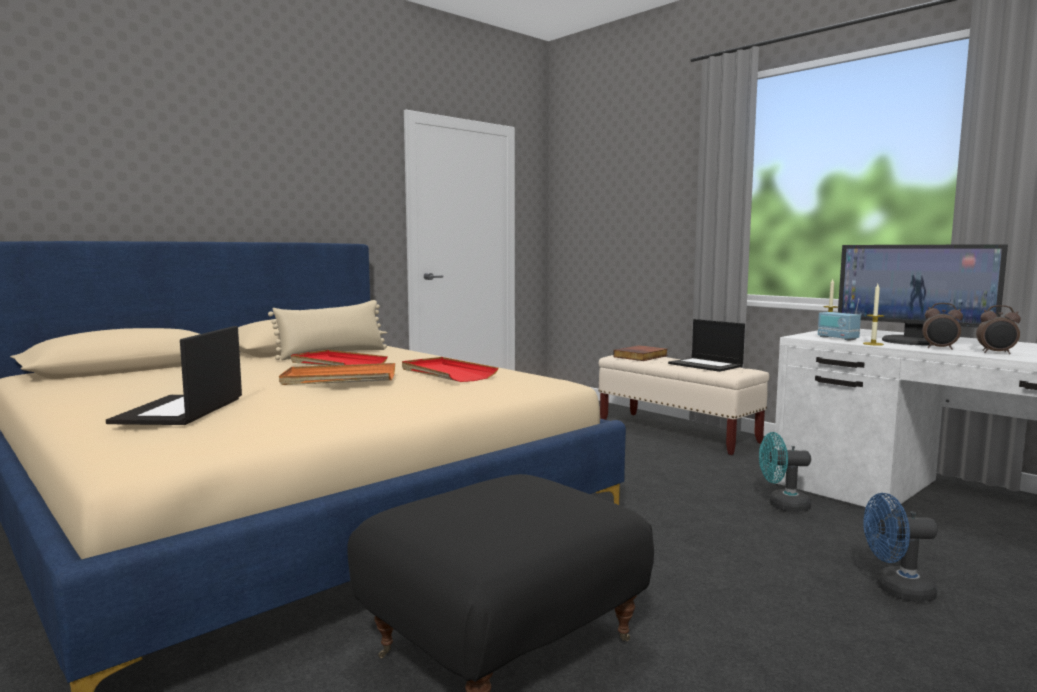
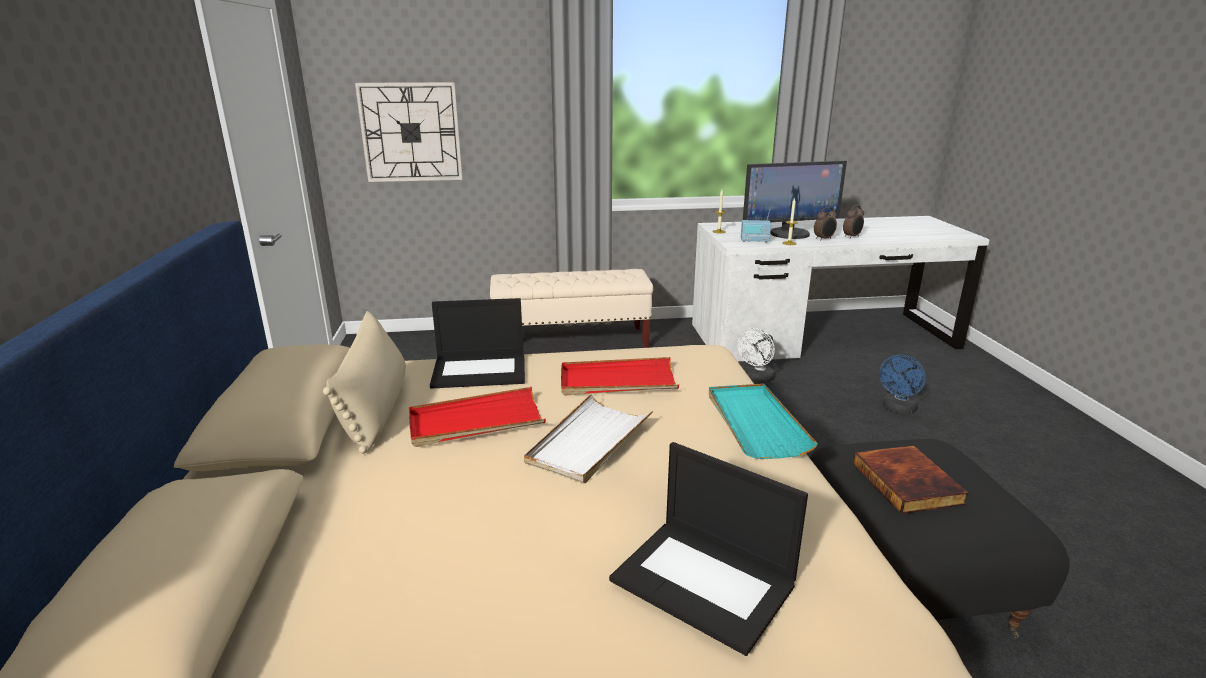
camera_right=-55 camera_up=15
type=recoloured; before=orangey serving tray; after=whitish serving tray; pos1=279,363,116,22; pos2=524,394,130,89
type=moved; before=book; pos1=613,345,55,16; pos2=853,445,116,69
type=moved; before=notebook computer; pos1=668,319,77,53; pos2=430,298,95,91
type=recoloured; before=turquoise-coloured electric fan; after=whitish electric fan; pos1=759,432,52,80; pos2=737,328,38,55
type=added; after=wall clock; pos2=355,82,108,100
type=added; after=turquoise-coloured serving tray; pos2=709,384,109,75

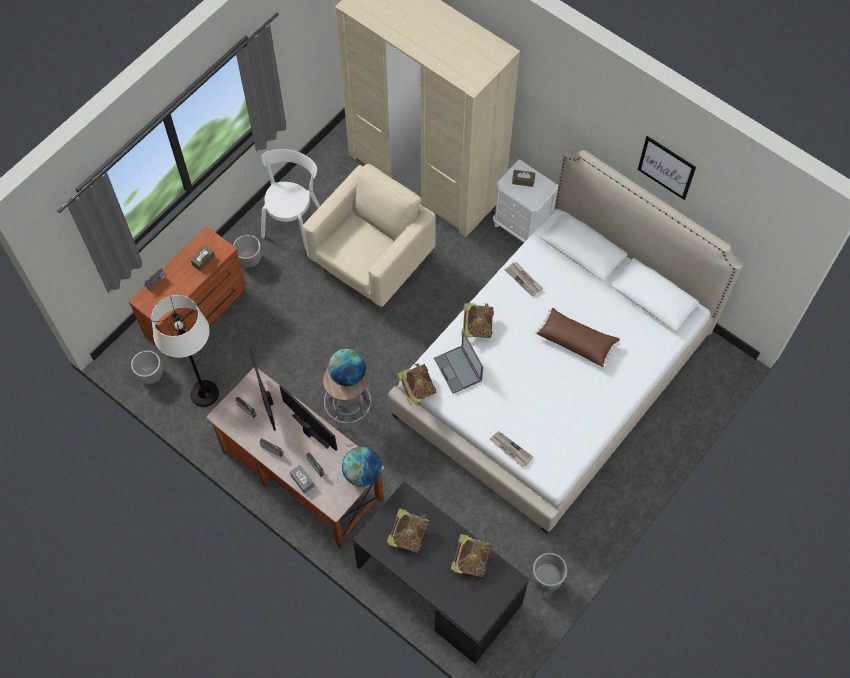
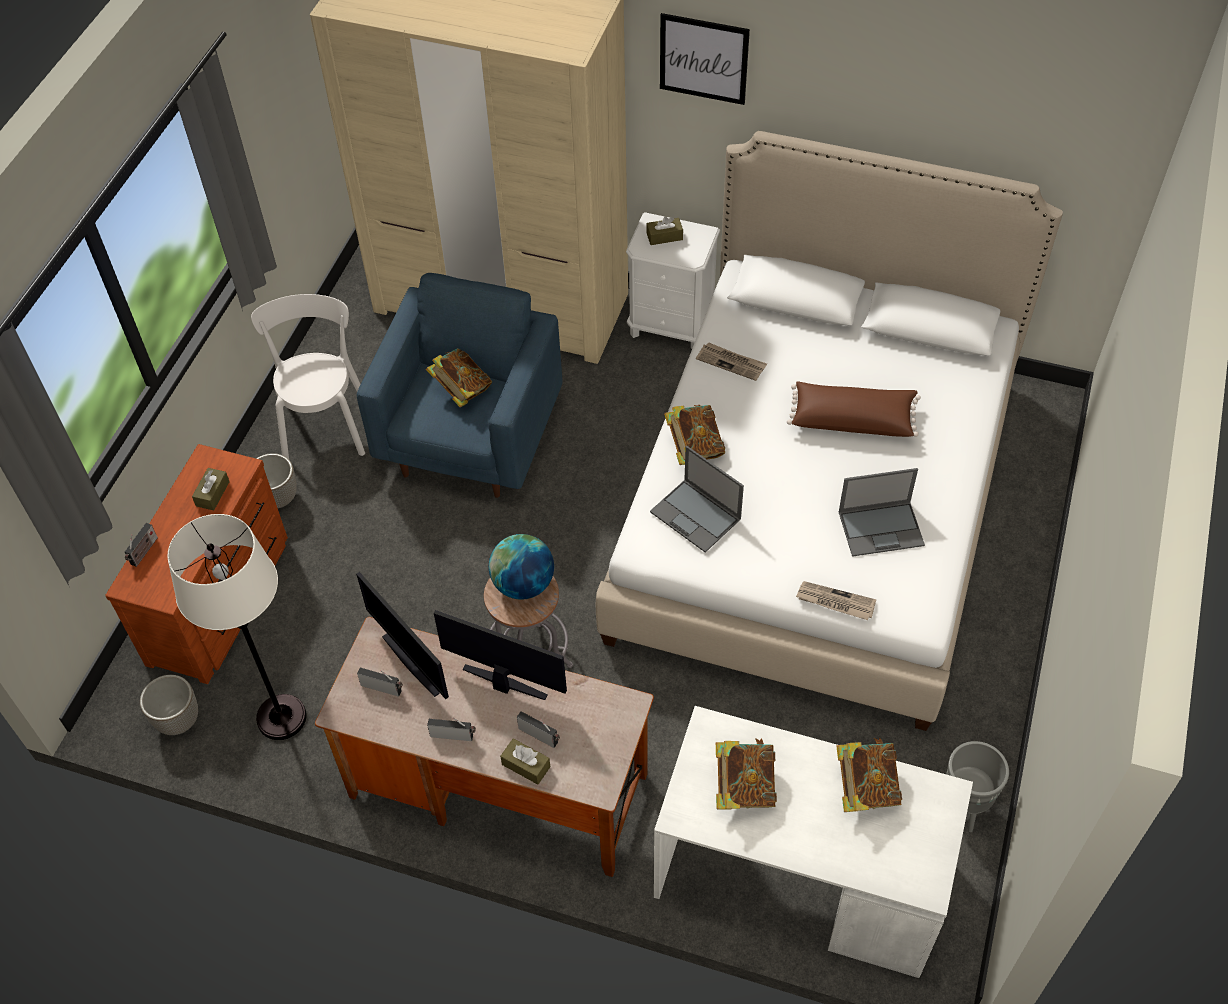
camera_right=-20 camera_up=-10
type=recoloured; before=gray box of tissues; after=brownish box of tissues; pos1=290,465,25,28; pos2=500,738,50,46
type=recoloured; before=sand-coloured easy chair; after=blue-coloured easy chair; pos1=303,164,133,143; pos2=357,273,206,225
type=removed; before=world globe; pos1=342,447,40,40
type=recoloured; before=black-coloured desk table; after=whitish desk table; pos1=353,482,176,182; pos2=654,706,319,272
type=moved; before=book; pos1=397,363,40,42; pos2=426,348,66,60
type=moved; before=picture; pos1=638,136,58,64; pos2=660,13,90,92
type=added; after=notebook computer; pos2=839,468,86,89

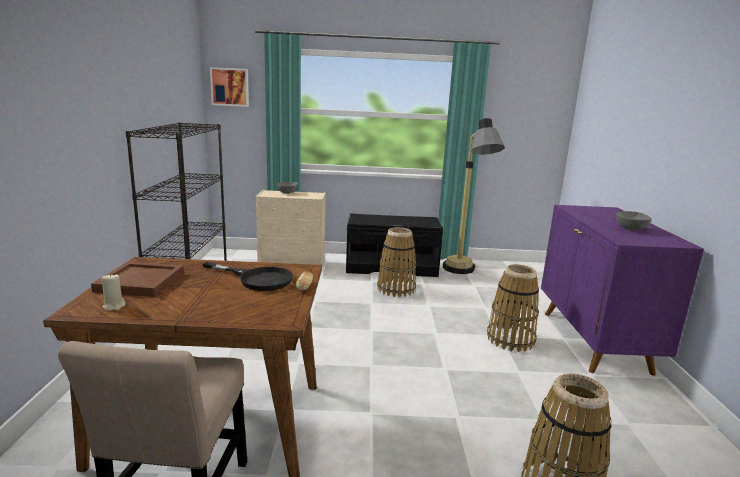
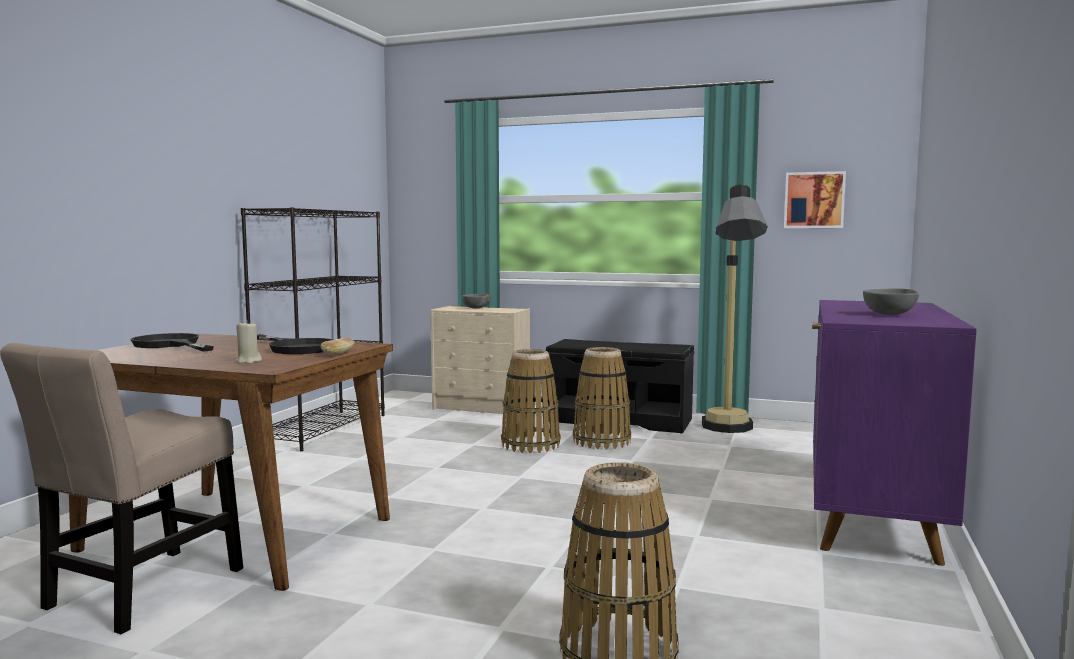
camera_right=20 camera_up=-10
type=replaced; before=brownish serving tray; after=black-coloured skillet; pos1=91,262,93,35; pos2=130,333,84,19
type=moved; before=sand-coloured candle; pos1=101,273,25,38; pos2=236,320,26,44
type=moved; before=picture; pos1=210,67,39,40; pos2=784,171,62,57
type=moved; before=basket; pos1=487,264,52,88; pos2=501,349,60,104

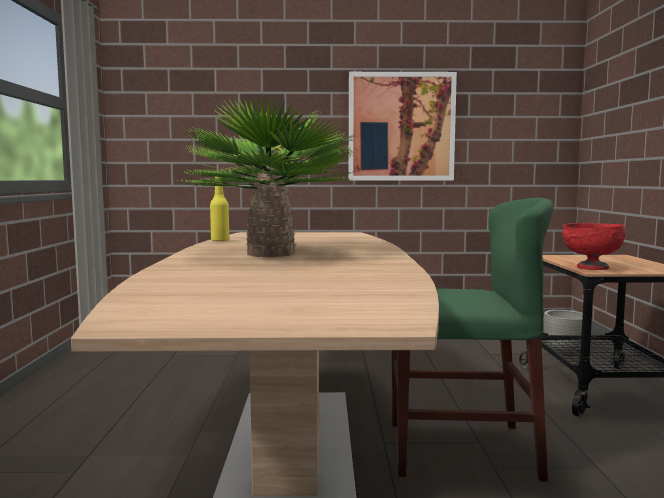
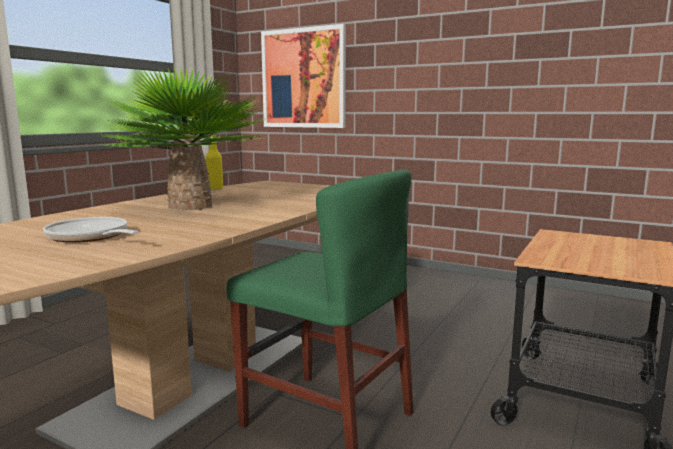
camera_right=30 camera_up=5
type=moved; before=picture; pos1=349,72,108,108; pos2=261,24,85,104
type=removed; before=gray flower pot; pos1=544,310,39,45
type=removed; before=red serving bowl; pos1=562,223,64,47
type=added; after=skillet; pos2=43,217,96,26

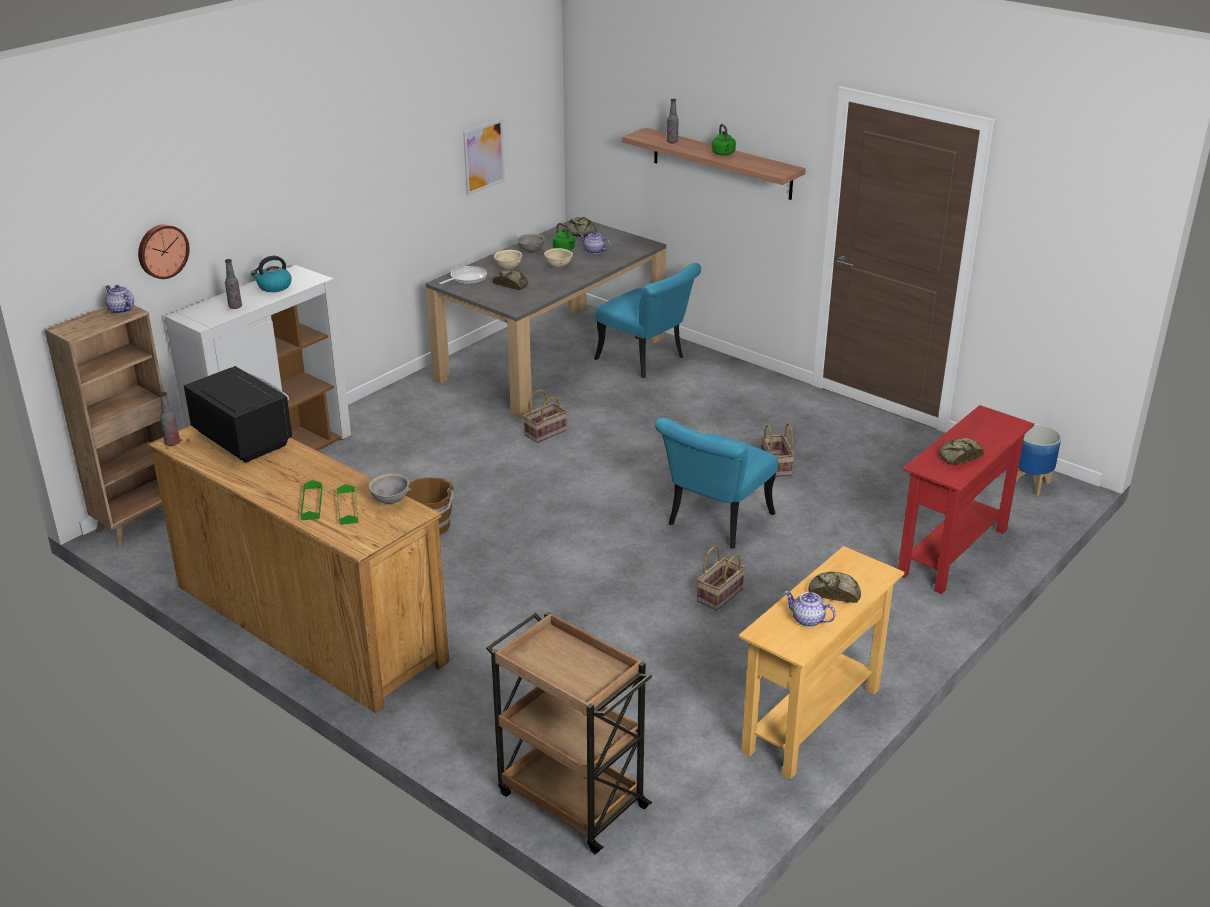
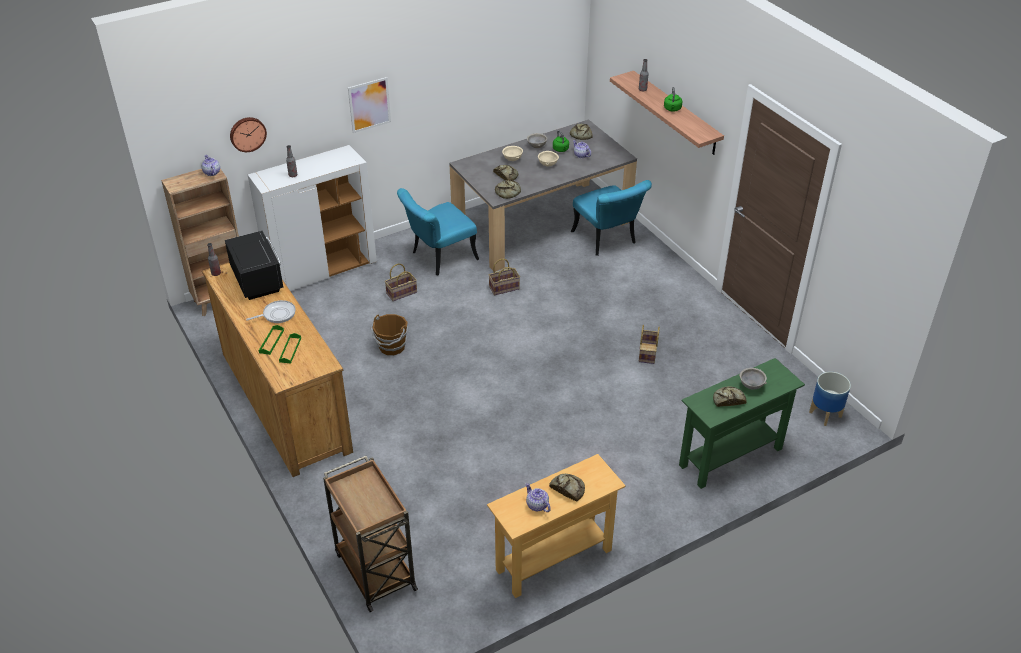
camera_right=20 camera_up=10
type=removed; before=kettle; pos1=251,256,41,36
type=moved; before=gray serving bowl; pos1=368,473,43,31; pos2=739,368,28,22
type=moved; before=skillet; pos1=439,266,48,18; pos2=246,300,50,23
type=moved; before=picture; pos1=463,119,42,76; pos2=348,77,43,56
type=moved; before=turquoise-coloured plain chair; pos1=655,418,123,131; pos2=397,188,82,87
type=moved; before=basket; pos1=697,545,48,66; pos2=385,264,32,37
type=recoloured; before=red hall table; after=greenish hall table; pos1=898,405,136,189; pos2=679,358,126,131
type=added; after=baked bread; pos2=495,180,26,19

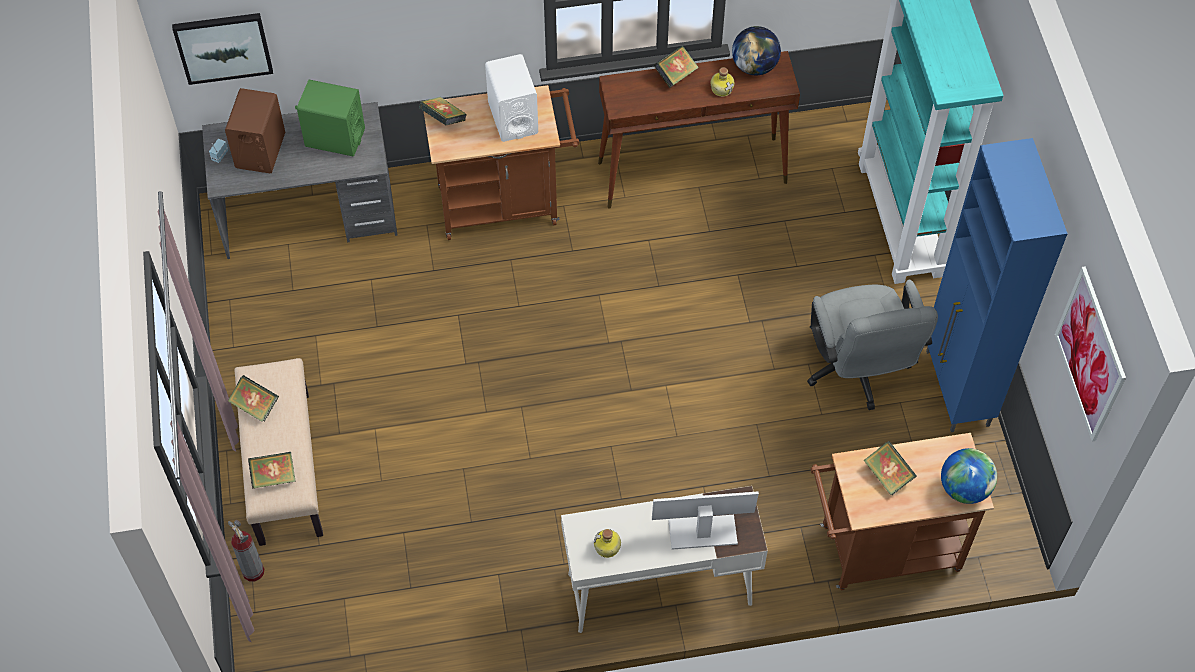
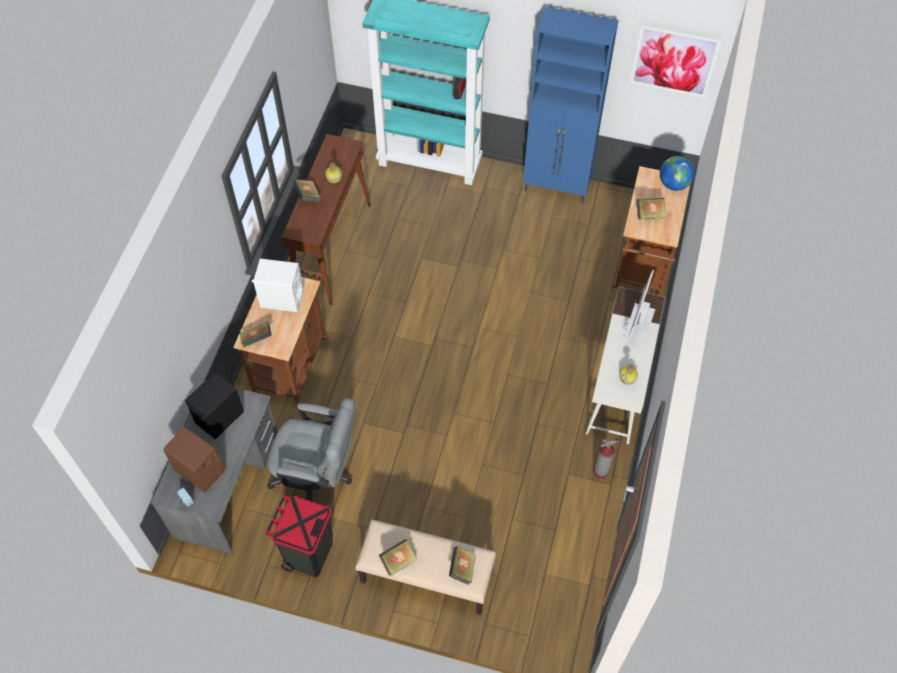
camera_right=-65 camera_up=0
type=removed; before=picture; pos1=172,13,101,72
type=moved; before=extinguisher; pos1=228,520,36,62; pos2=593,438,27,41
type=recoloured; before=greenish speaker; after=black-coloured speaker; pos1=295,80,70,77; pos2=185,372,59,67
type=removed; before=world globe; pos1=732,26,49,49
type=moved; before=gray office chair; pos1=807,280,131,130; pos2=267,398,89,103
type=added; after=black-coloured trash can; pos2=266,495,67,82

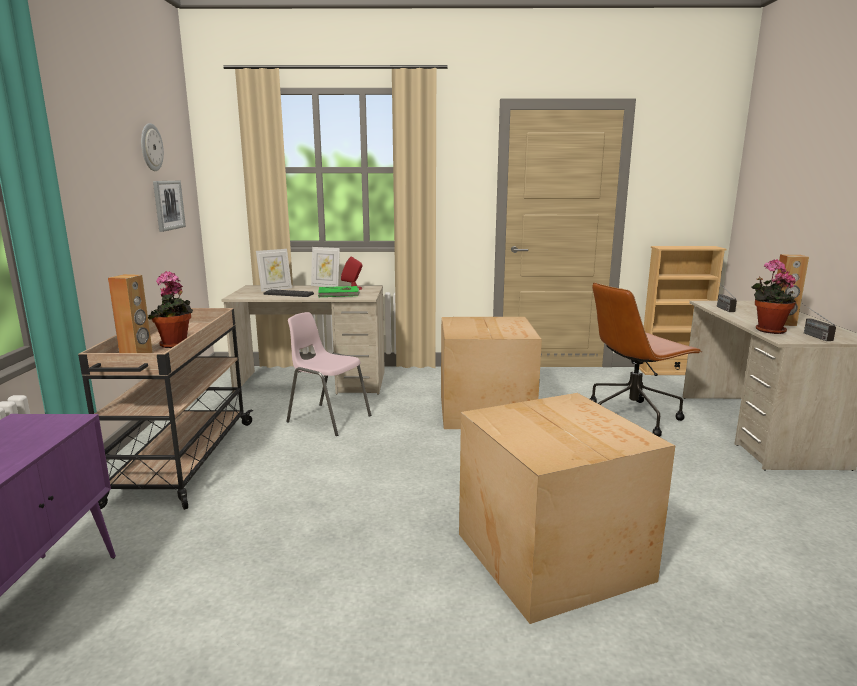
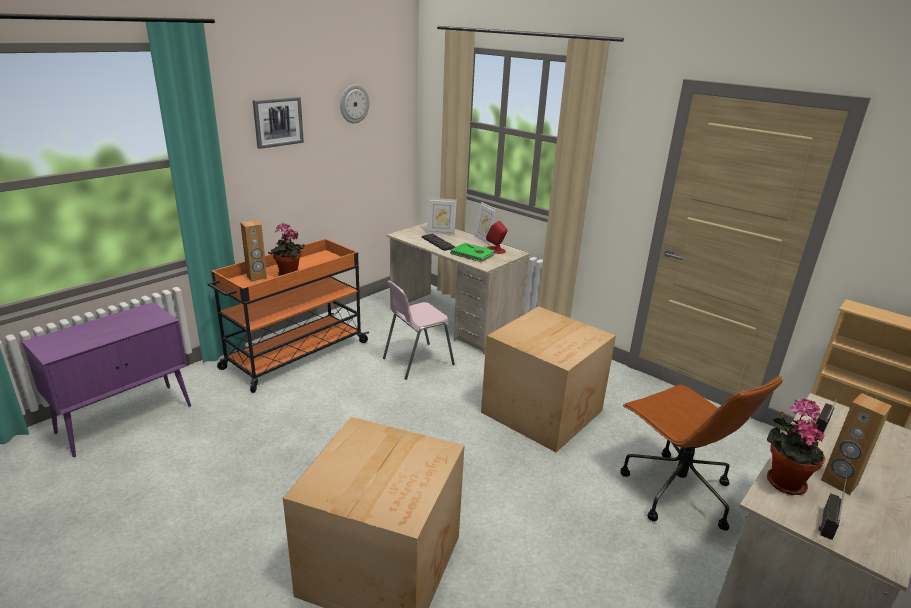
camera_right=40 camera_up=10
type=recoloured; before=sand-coloured cart; after=orangey cart; pos1=78,308,176,202; pos2=207,239,162,154
type=moved; before=picture; pos1=153,181,33,51; pos2=253,97,51,52
type=turned; before=pink plain chair; pos1=286,312,85,124; pos2=383,280,72,100; turn=-105
type=turned; before=brownish office chair; pos1=590,282,112,155; pos2=620,376,163,155; turn=-135

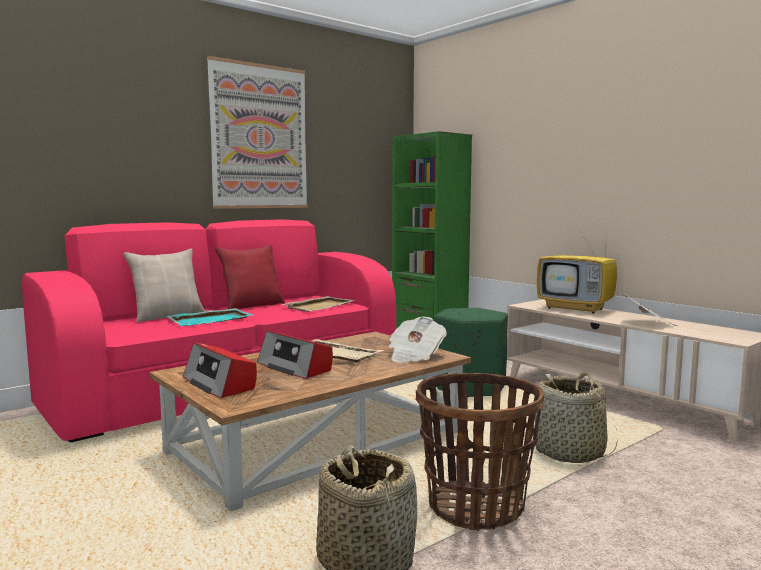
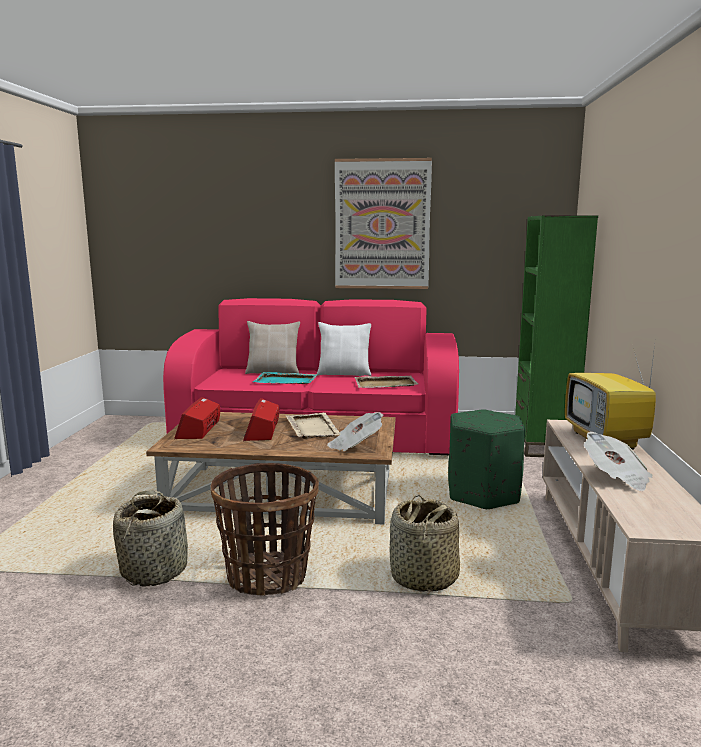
camera_right=45 camera_up=5
type=recoloured; before=red pillow; after=whitish pillow; pos1=215,245,70,64; pos2=317,322,54,54

